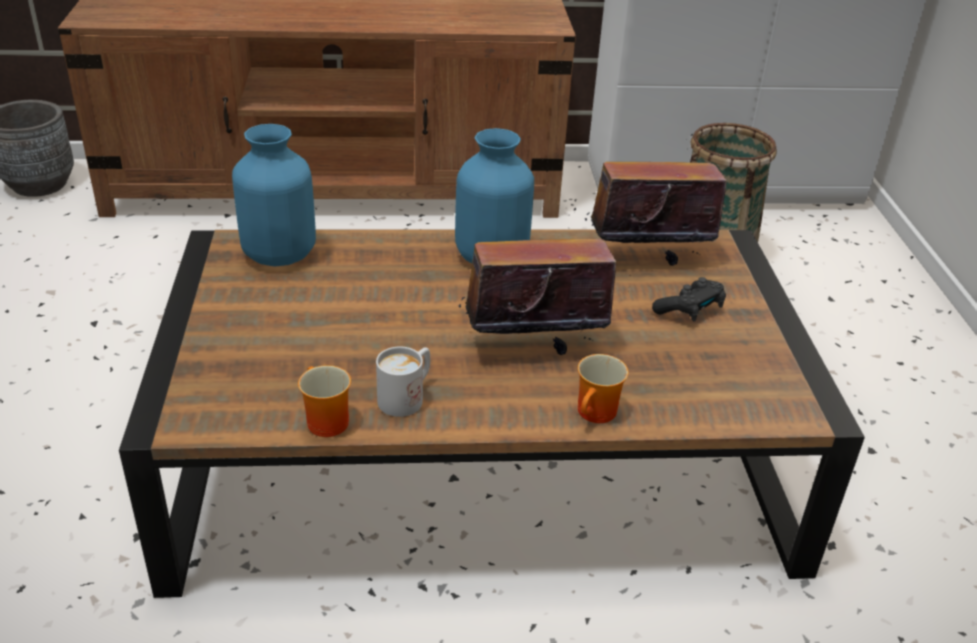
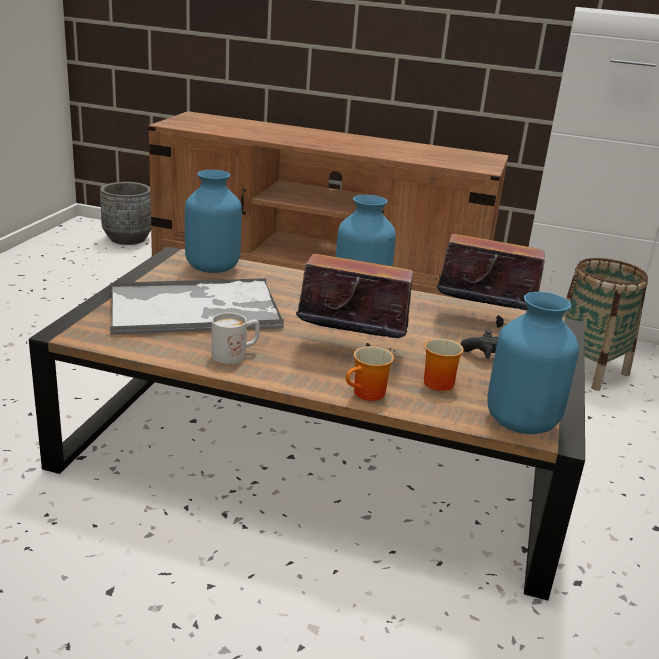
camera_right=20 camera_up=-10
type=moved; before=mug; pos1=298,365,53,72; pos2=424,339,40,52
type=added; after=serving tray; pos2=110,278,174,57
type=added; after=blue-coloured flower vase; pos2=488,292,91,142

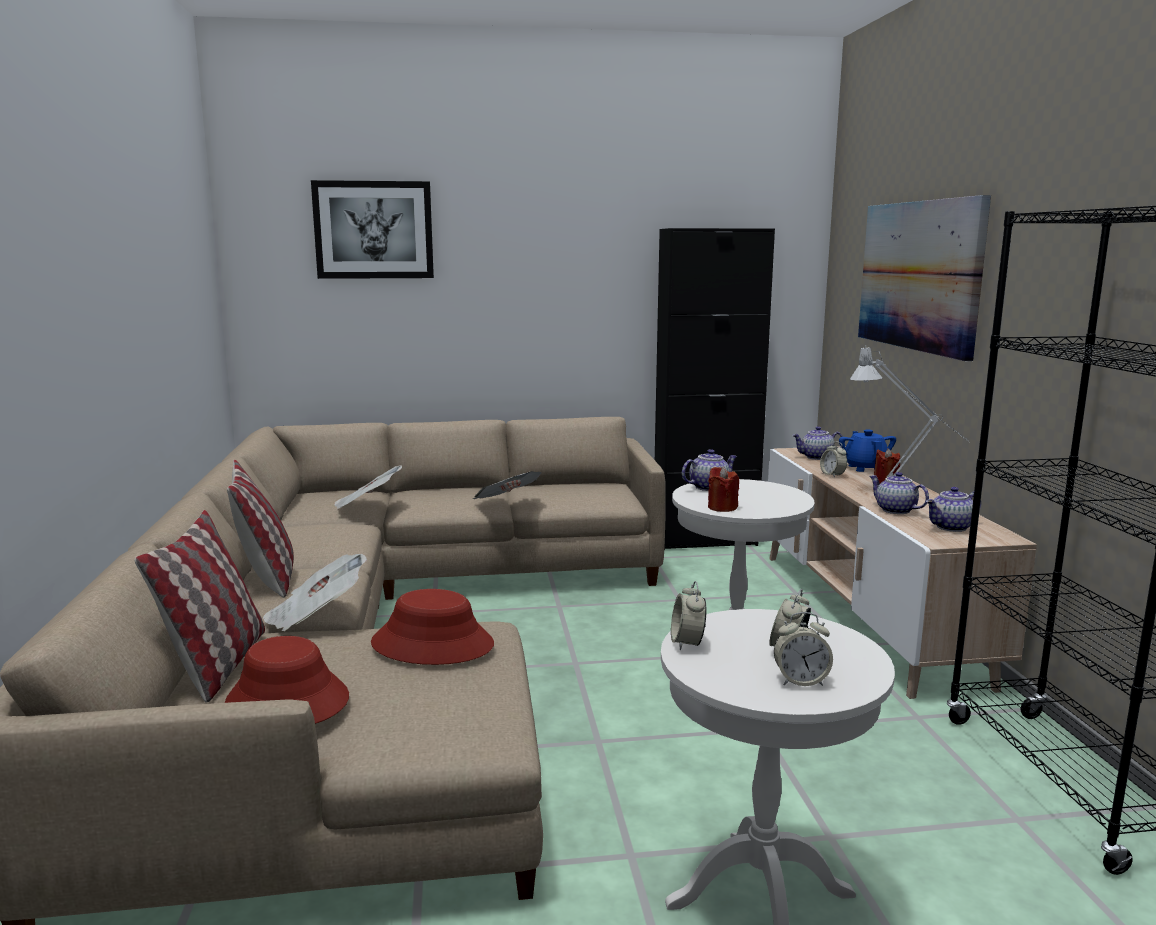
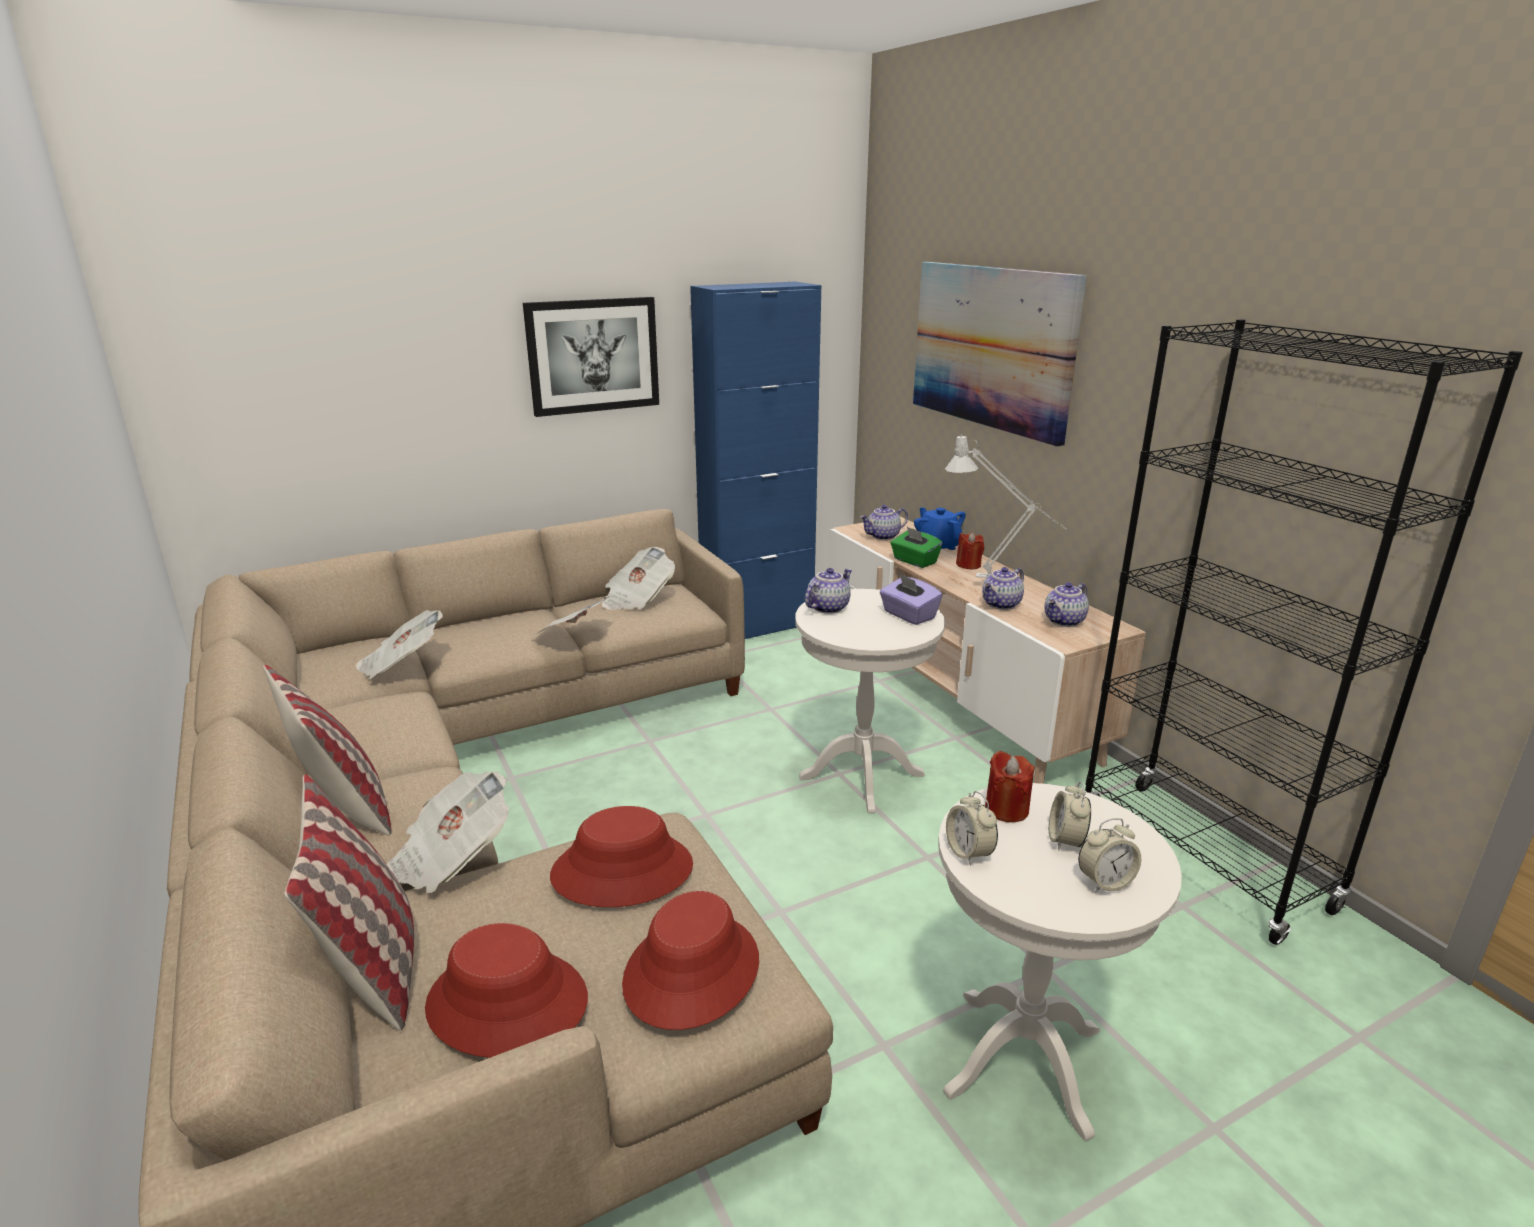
camera_right=-20 camera_up=10
type=moved; before=picture; pos1=311,180,123,99; pos2=523,297,136,120
type=recoloured; before=black-coloured storage cabinet; after=blue-coloured storage cabinet; pos1=655,228,120,322; pos2=690,282,131,357
type=moved; before=red candle; pos1=708,467,31,45; pos2=985,751,50,71
type=replaced; before=table clock; after=greenish box of tissues; pos1=820,442,27,36; pos2=890,527,53,41
type=turned; before=teapot; pos1=870,472,59,42; pos2=982,567,42,43; turn=-75
type=added; after=daily paper; pos2=602,547,73,63
type=added; after=red hat; pos2=622,891,137,139
type=added; after=purple box of tissues; pos2=880,573,62,52

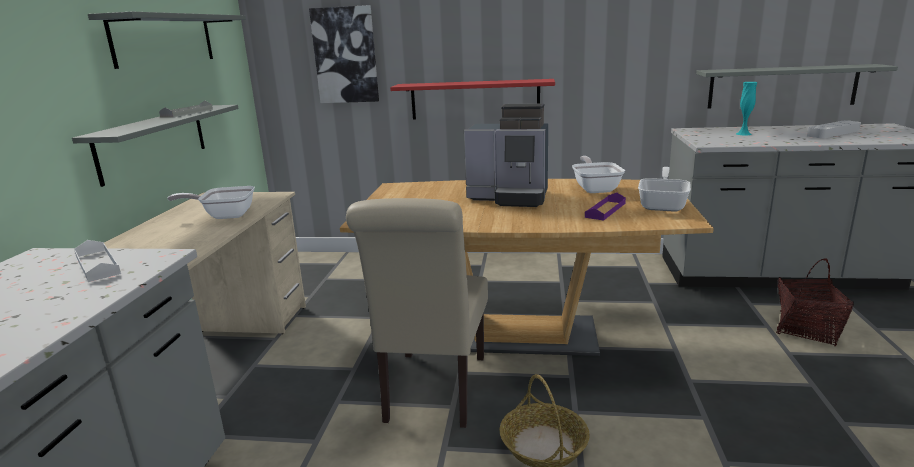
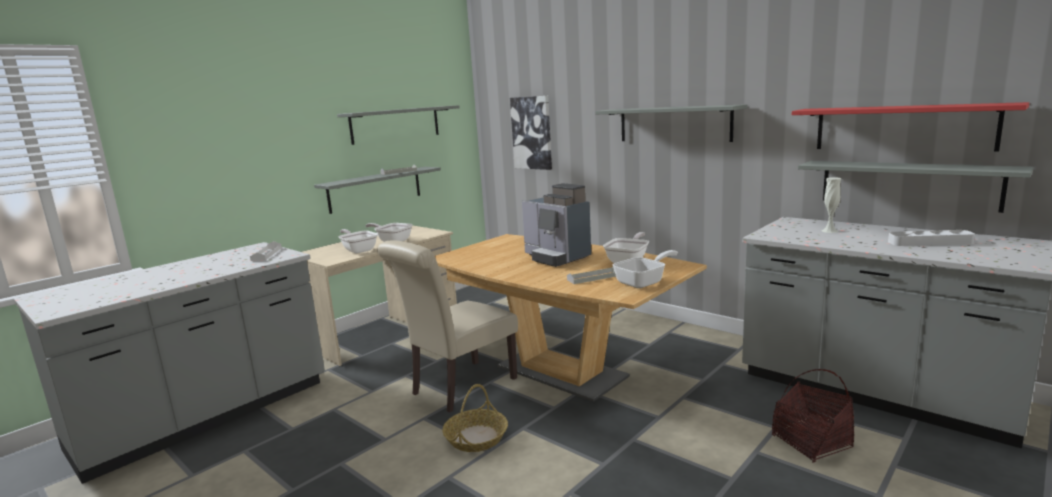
camera_right=35 camera_up=-5
type=moved; before=red shelf; pos1=390,79,165,41; pos2=792,102,237,50
type=recoloured; before=purple serving tray; after=gray serving tray; pos1=585,193,41,28; pos2=567,267,49,17
type=recoloured; before=turquoise-coloured flower vase; after=whitish flower vase; pos1=736,82,21,54; pos2=821,177,20,56
type=added; after=skillet; pos2=338,229,40,24
type=added; after=gray shelf; pos2=595,104,152,38

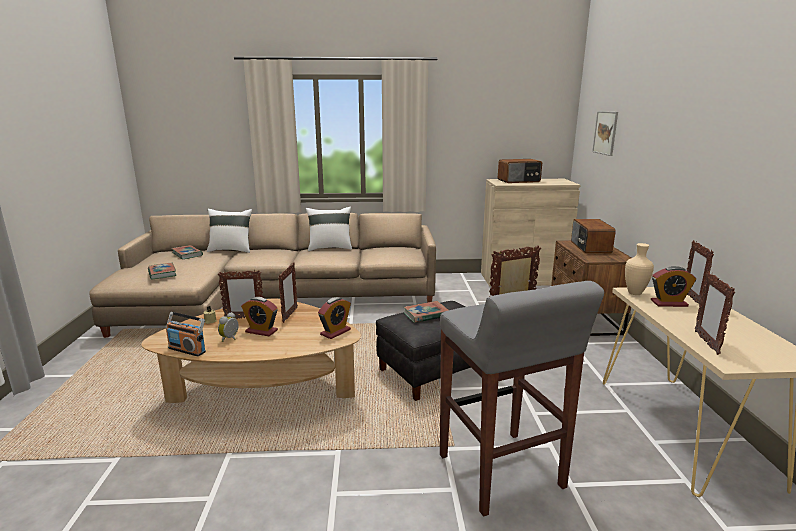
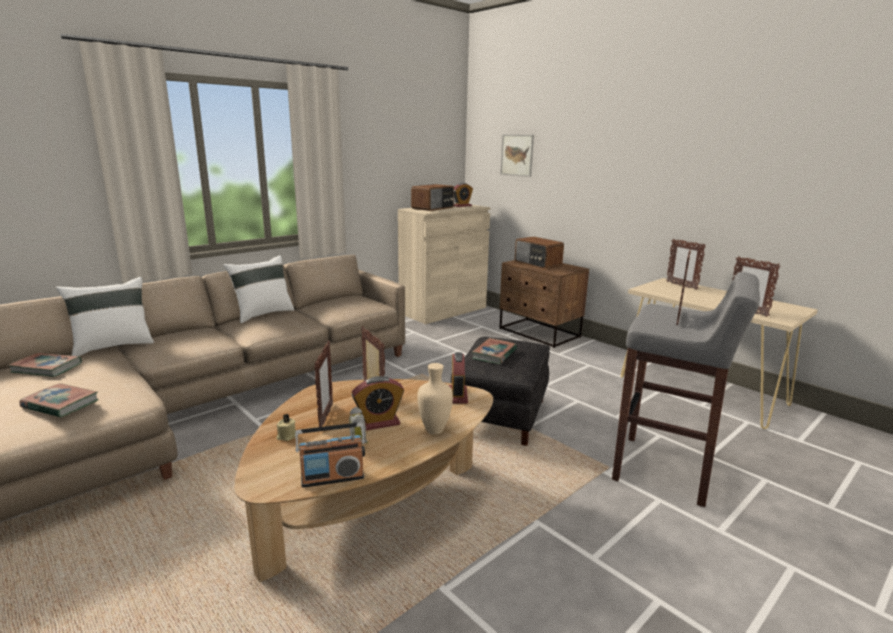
camera_right=-40 camera_up=0
type=turned; before=picture frame; pos1=217,270,47,49; pos2=314,341,19,86; turn=-45
type=moved; before=sand-coloured flower vase; pos1=625,243,29,52; pos2=417,363,36,72
type=moved; before=table clock; pos1=651,266,46,41; pos2=454,183,19,24

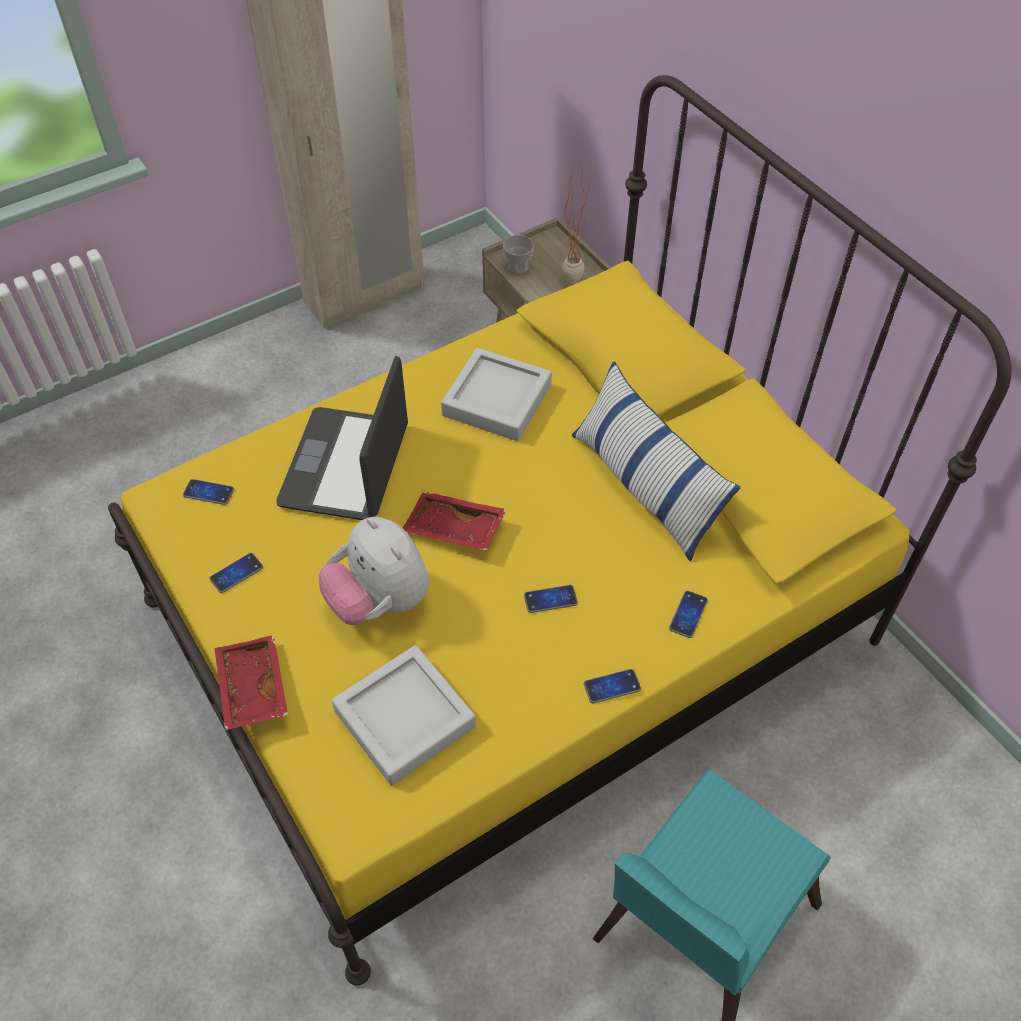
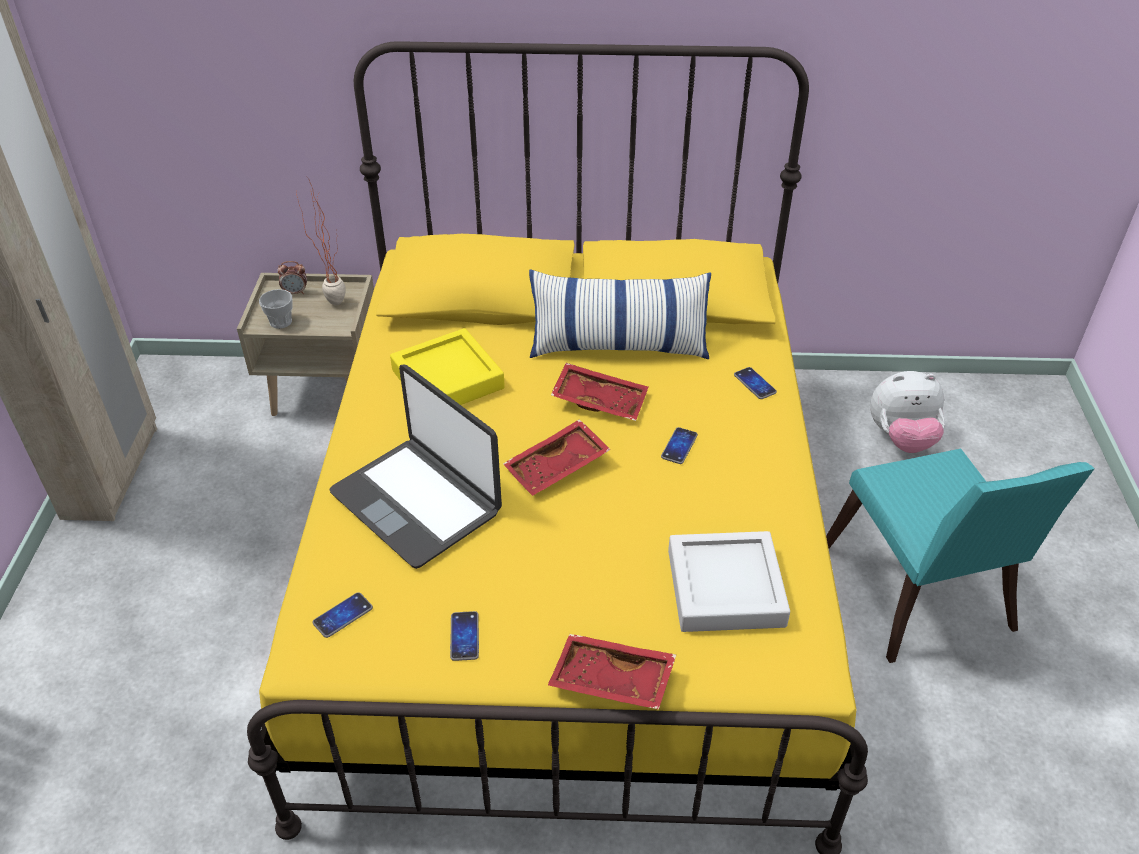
camera_right=-55 camera_up=-10
type=moved; before=plush toy; pos1=319,517,111,108; pos2=870,371,75,82
type=recoloured; before=gray serving tray; after=yellowish serving tray; pos1=441,348,111,93; pos2=390,328,115,77
type=removed; before=phone; pos1=584,669,57,34
type=added; after=table clock; pos2=277,261,30,33
type=added; after=red serving tray; pos2=551,363,97,58

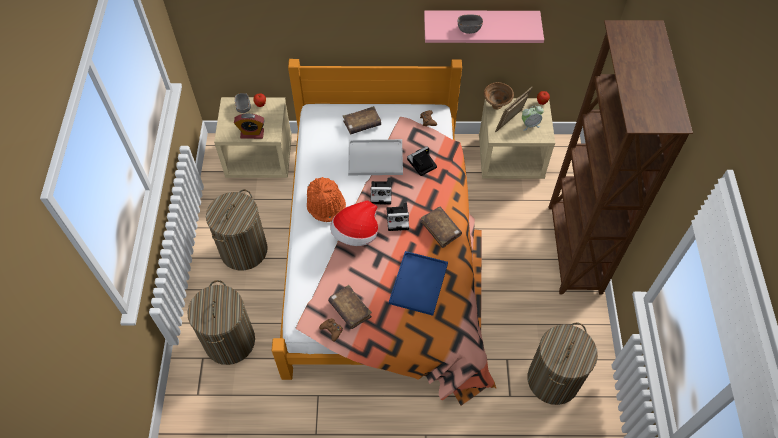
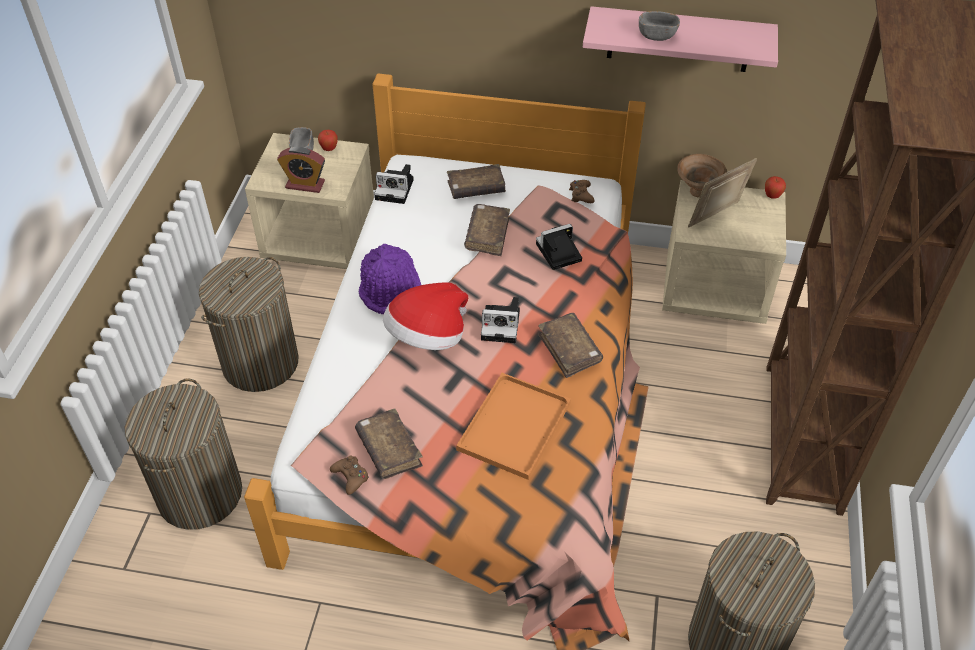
camera_right=10 camera_up=-10
type=recoloured; before=orangey hat; after=purple hat; pos1=307,177,39,45; pos2=359,244,62,71
type=replaced; before=whitish serving tray; after=brownish book; pos1=348,139,55,36; pos2=464,204,46,52
type=moved; before=photo camera; pos1=371,177,21,28; pos2=374,164,40,40
type=recoloured; before=blue-coloured serving tray; after=orangey serving tray; pos1=389,251,59,65; pos2=456,373,115,107
type=removed; before=table clock; pos1=522,106,22,25

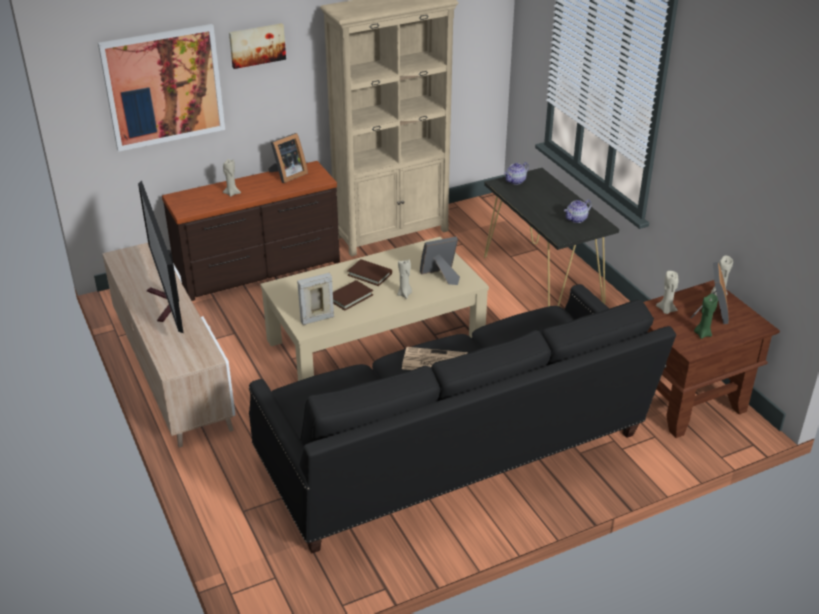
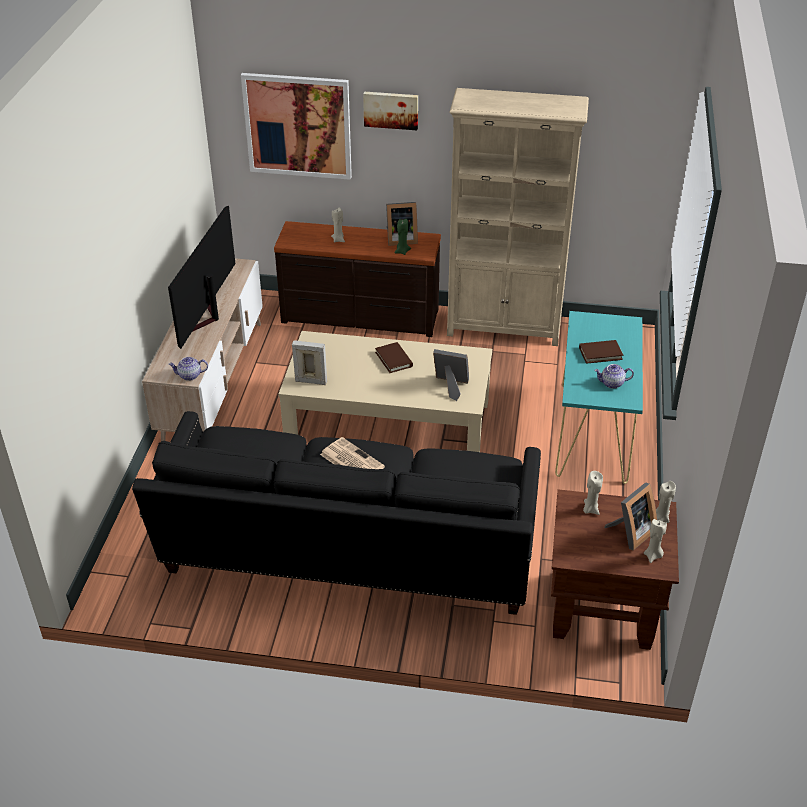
camera_right=35 camera_up=5
type=moved; before=brownish book; pos1=333,280,40,31; pos2=579,340,44,24
type=moved; before=sand-coloured candle; pos1=397,259,15,40; pos2=644,519,23,44
type=recoloured; before=black-coloured hall table; after=turquoise-coloured hall table; pos1=484,168,135,138; pos2=555,311,88,173
type=moved; before=teapot; pos1=504,162,25,23; pos2=168,357,40,24
type=moved; before=greenish candle; pos1=694,294,24,45; pos2=395,219,16,36

